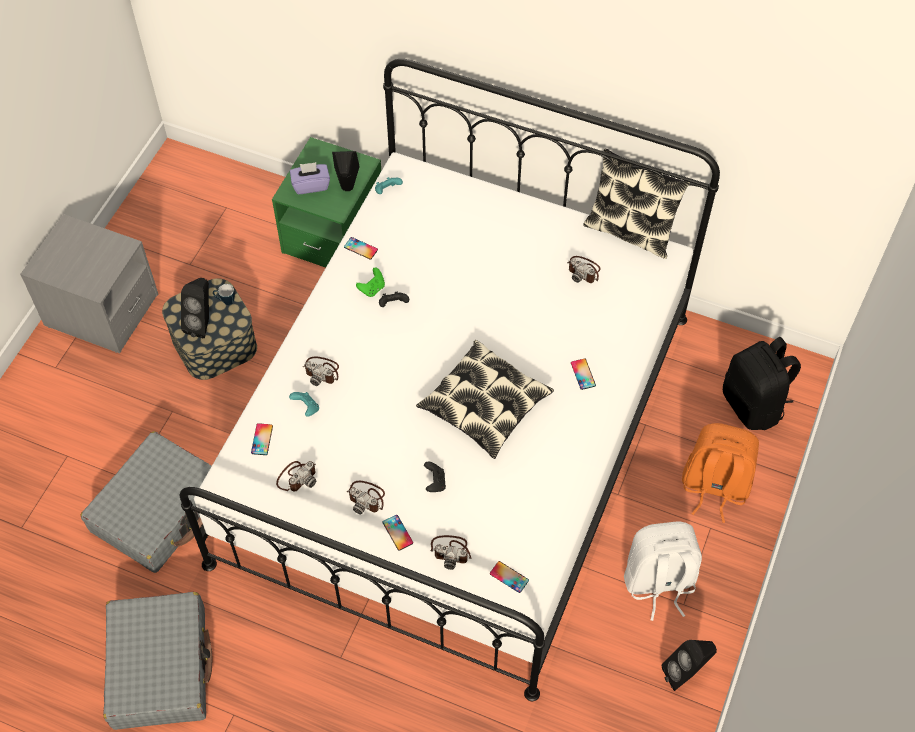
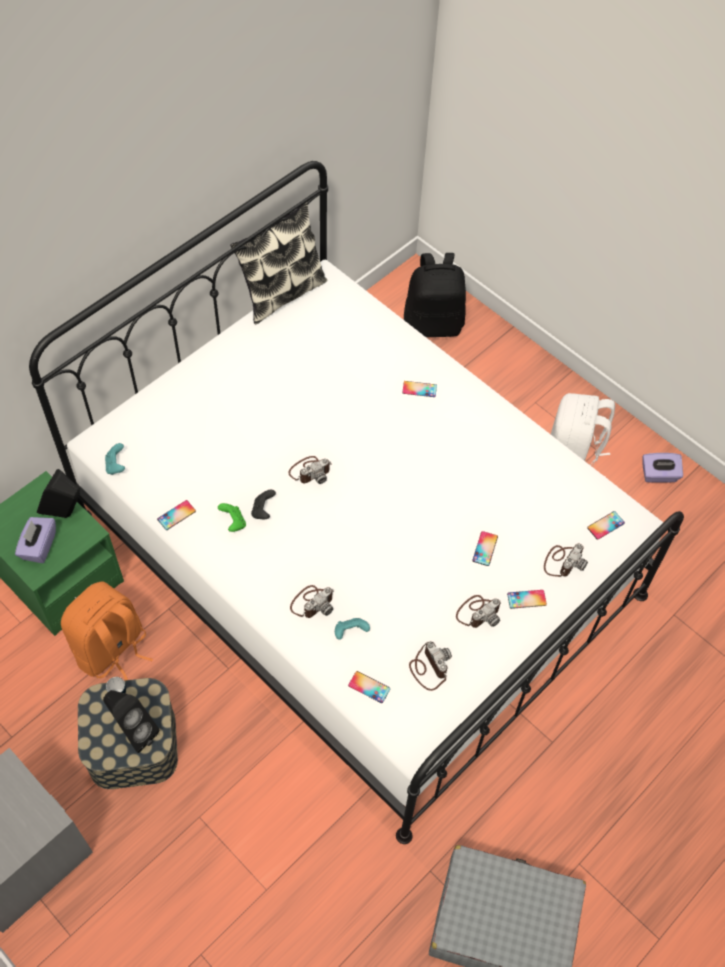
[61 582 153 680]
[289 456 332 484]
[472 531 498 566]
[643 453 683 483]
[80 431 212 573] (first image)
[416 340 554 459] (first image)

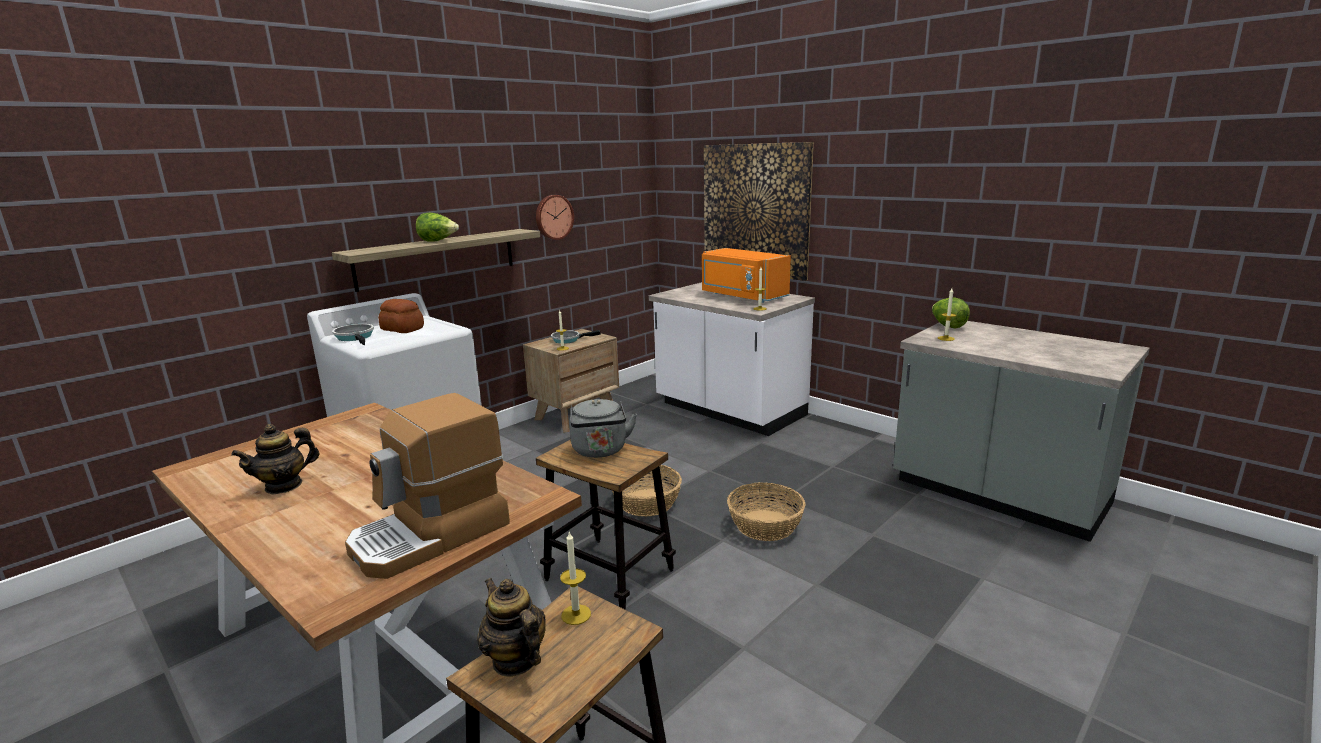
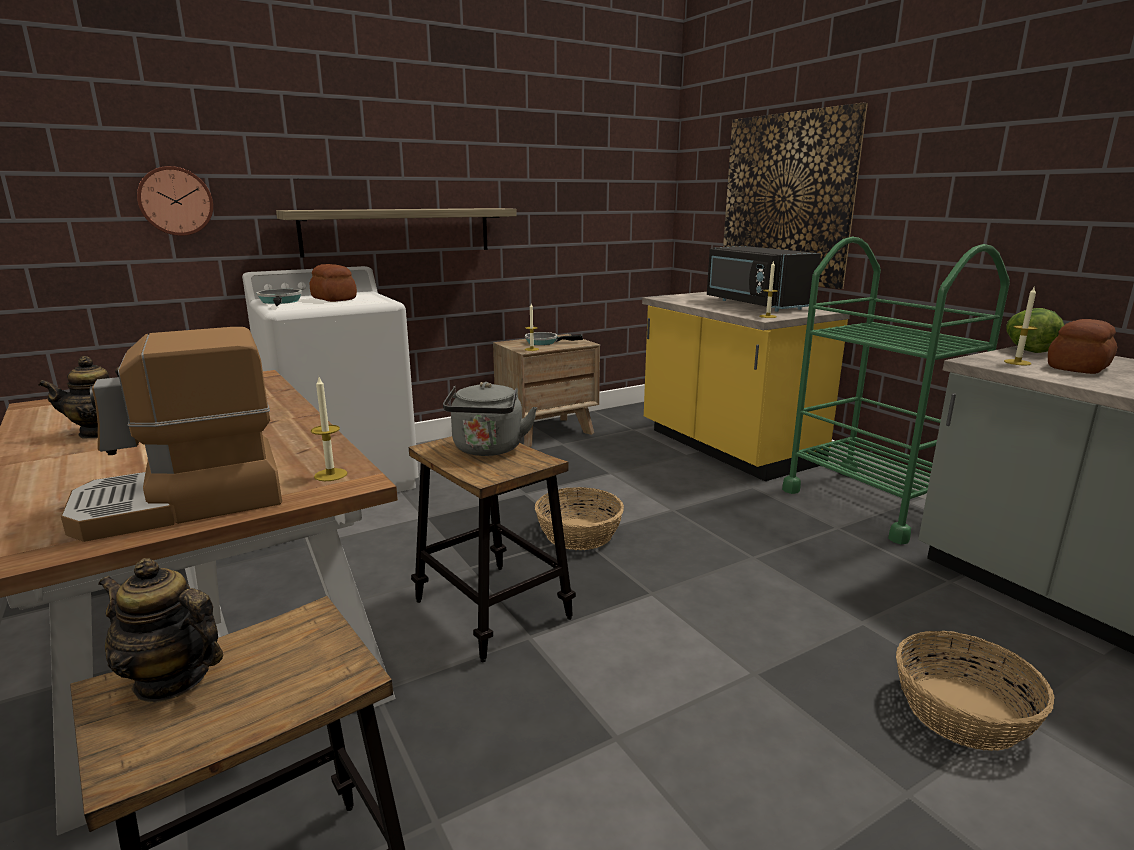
[98 558 223 702]
[137 166 213 236]
[311 377 347 481]
[642 292 850 481]
[707 246 821 312]
[782 236 1010 544]
[896 631 1055 751]
[1048 319 1117 374]
[416 213 459 242] (first image)

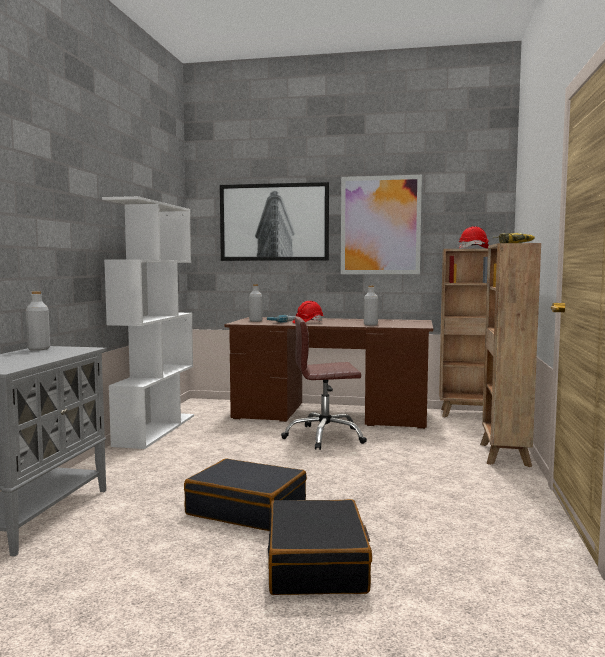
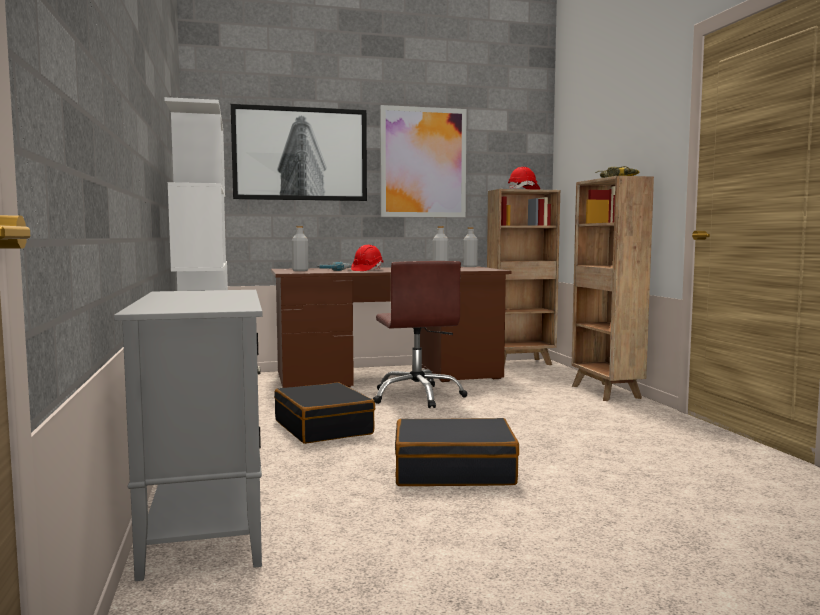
[274 382 375 444]
[373 261 467 408]
[463 227 478 267]

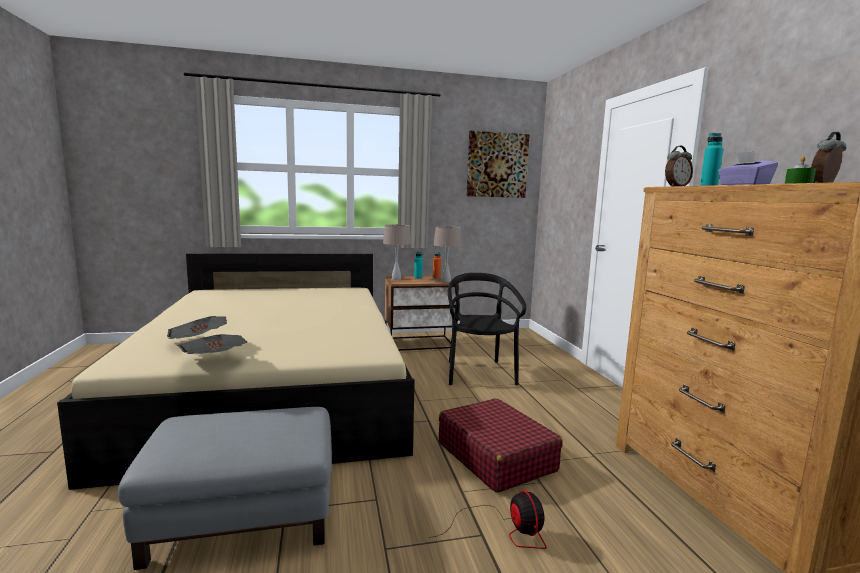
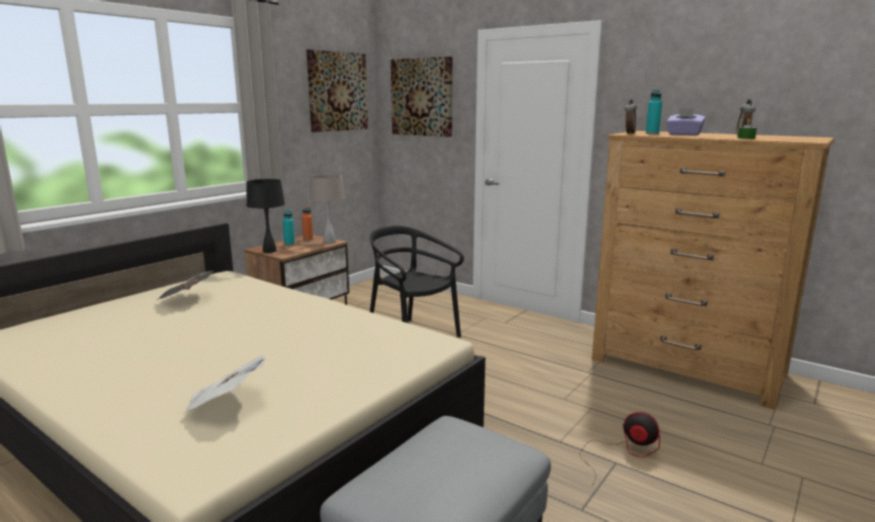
[157 271 214 300]
[246 179 285 253]
[391 57 452 137]
[439 398 563 493] (first image)

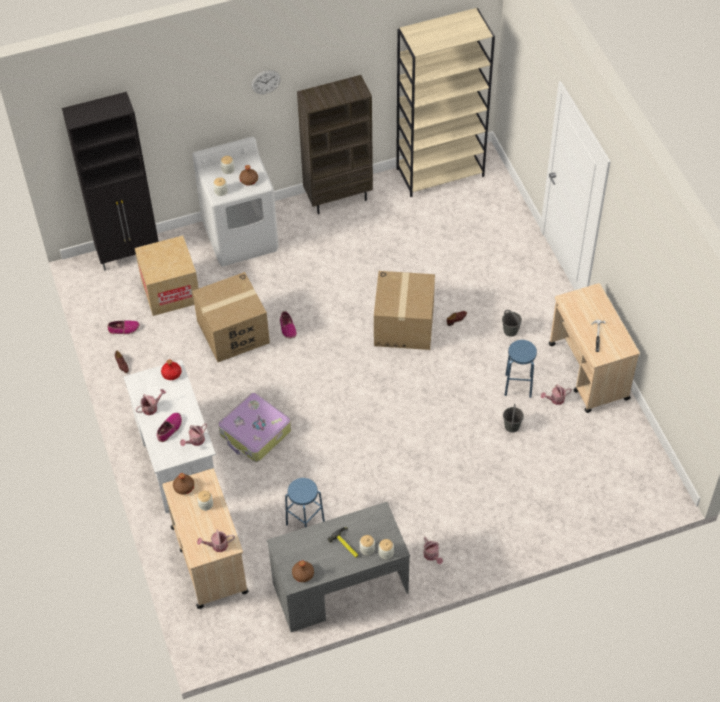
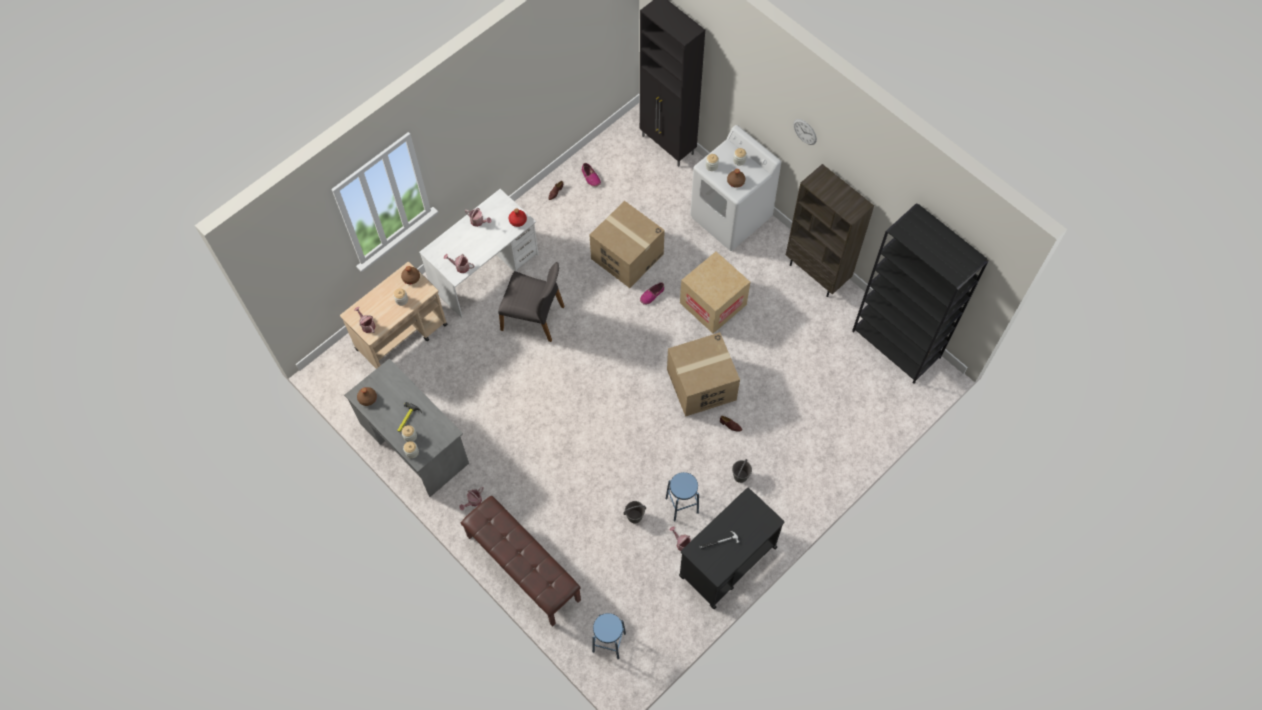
[461 496 581 627]
[498 262 564 342]
[592 613 626 659]
[679 488 785 609]
[680 251 750 333]
[852 203 989 384]
[157 413 182 442] (first image)

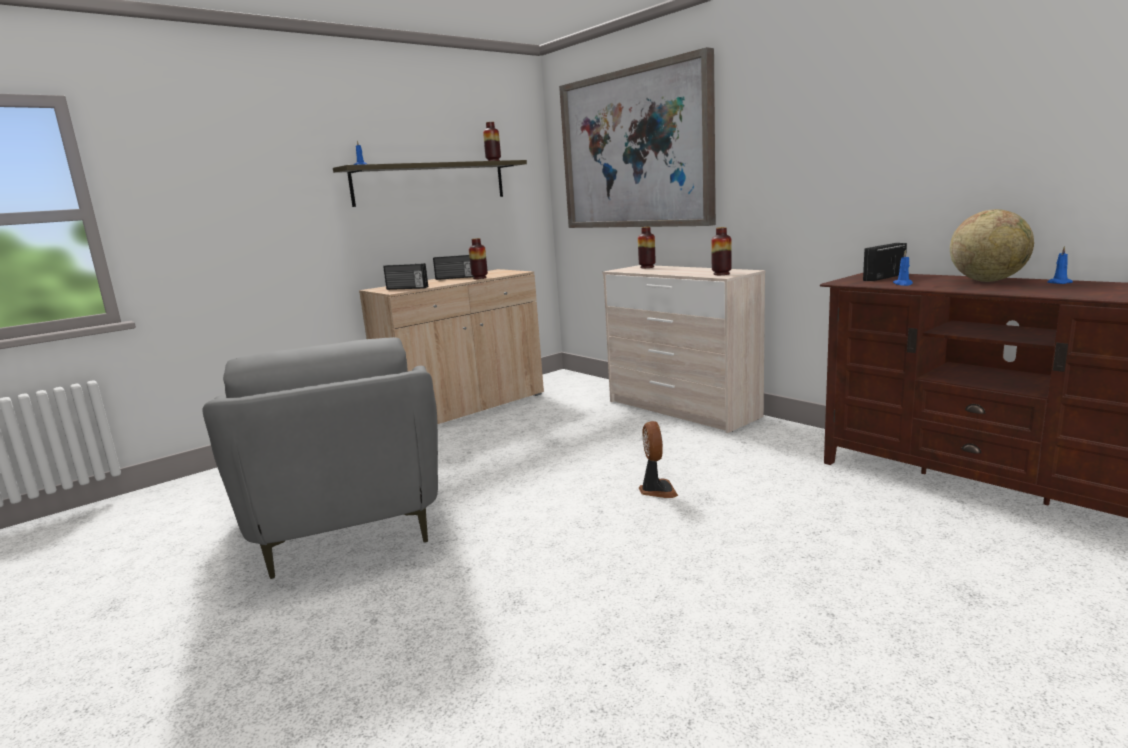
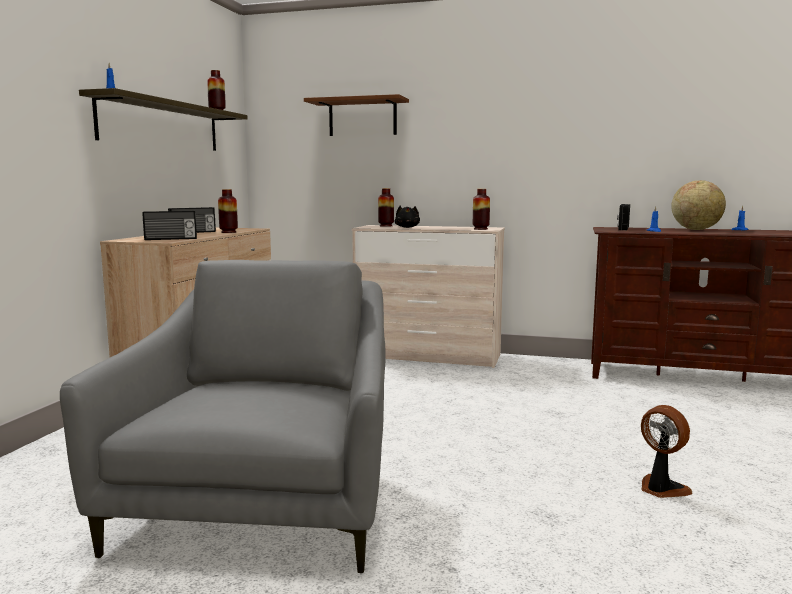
[60 260 386 574]
[304 94 409 136]
[395 206 420 228]
[641 405 693 498]

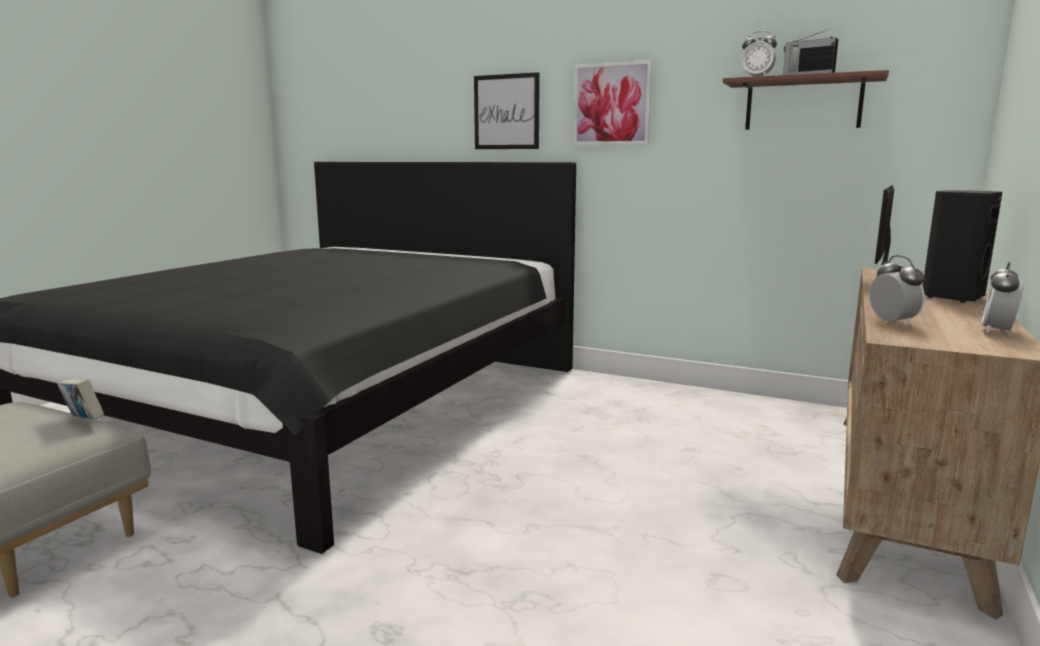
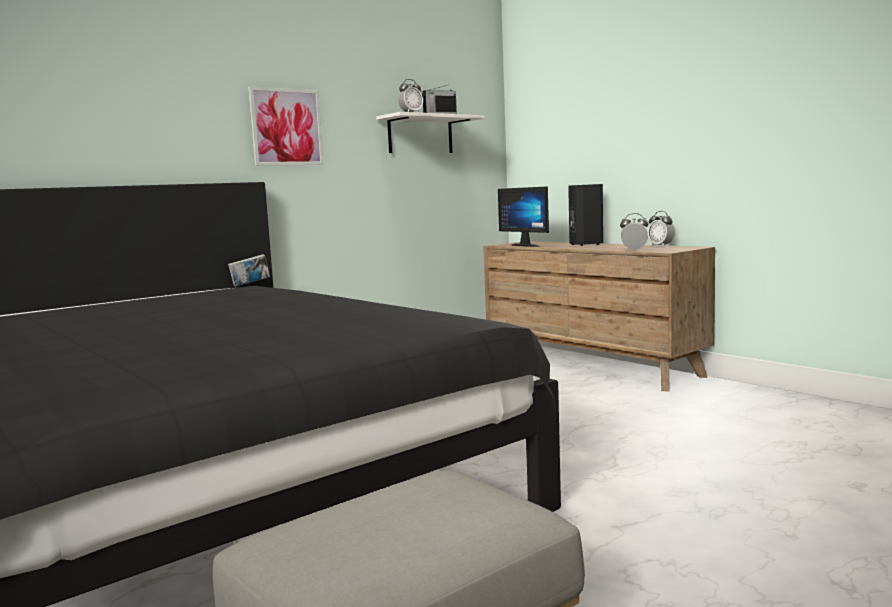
[228 254 270 287]
[376 112 485 153]
[474 72 540 149] (first image)

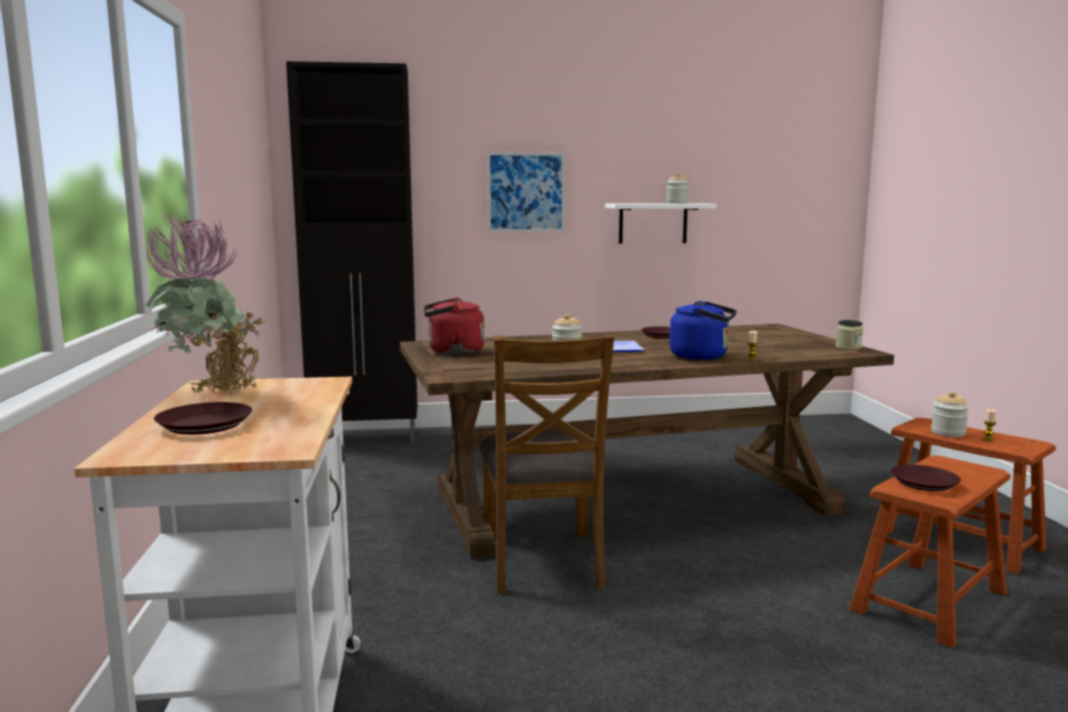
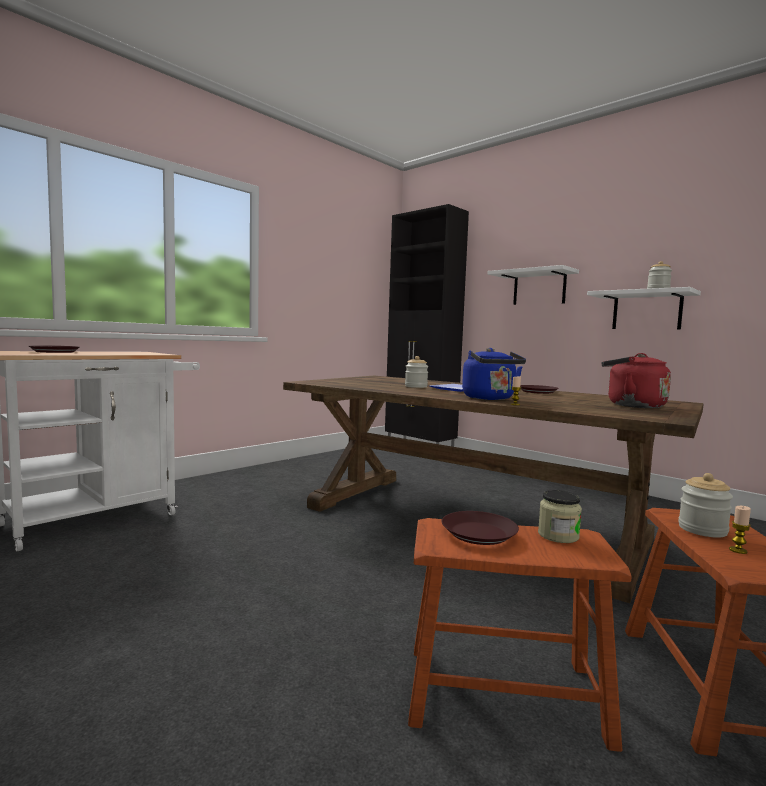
[487 265 579 305]
[538 490 582 543]
[601 353 671 408]
[143 212 265 393] (first image)
[479 333 614 594] (first image)

